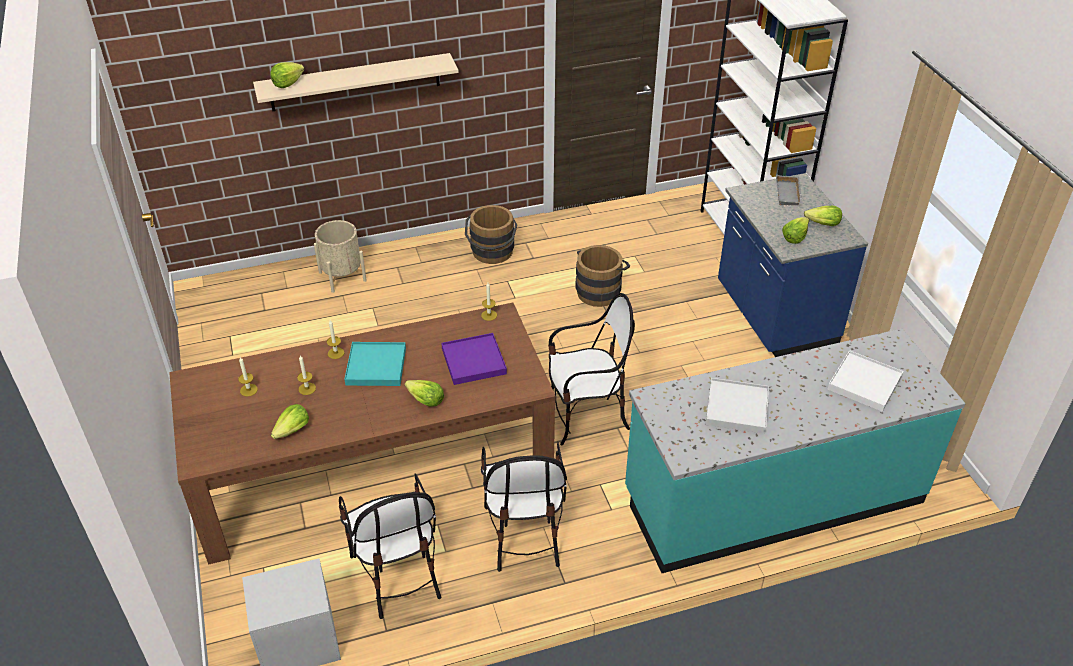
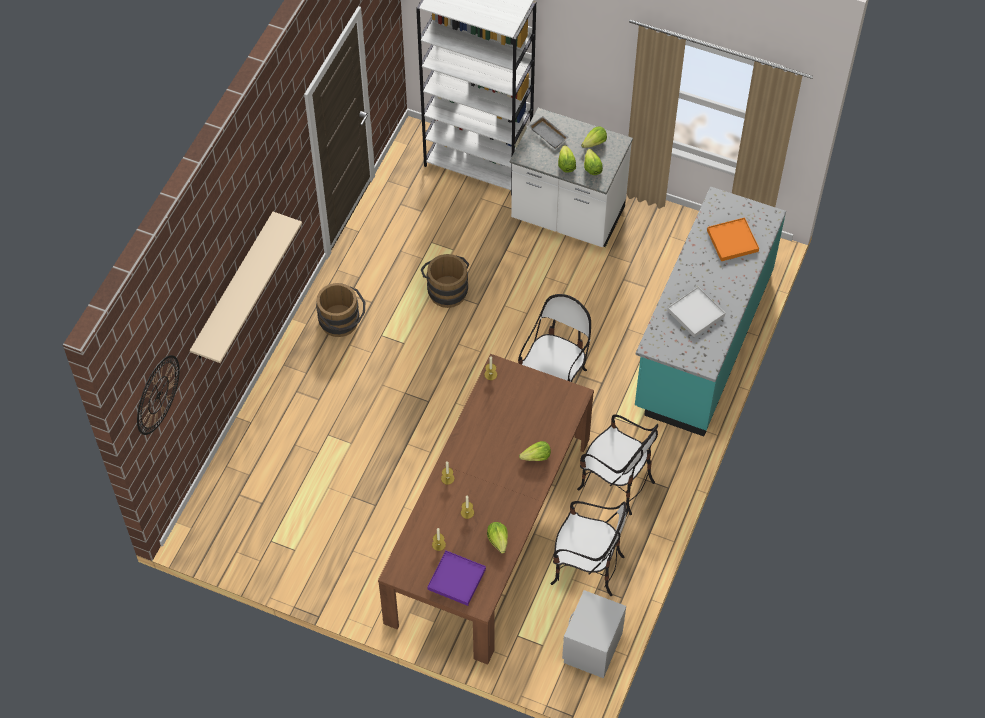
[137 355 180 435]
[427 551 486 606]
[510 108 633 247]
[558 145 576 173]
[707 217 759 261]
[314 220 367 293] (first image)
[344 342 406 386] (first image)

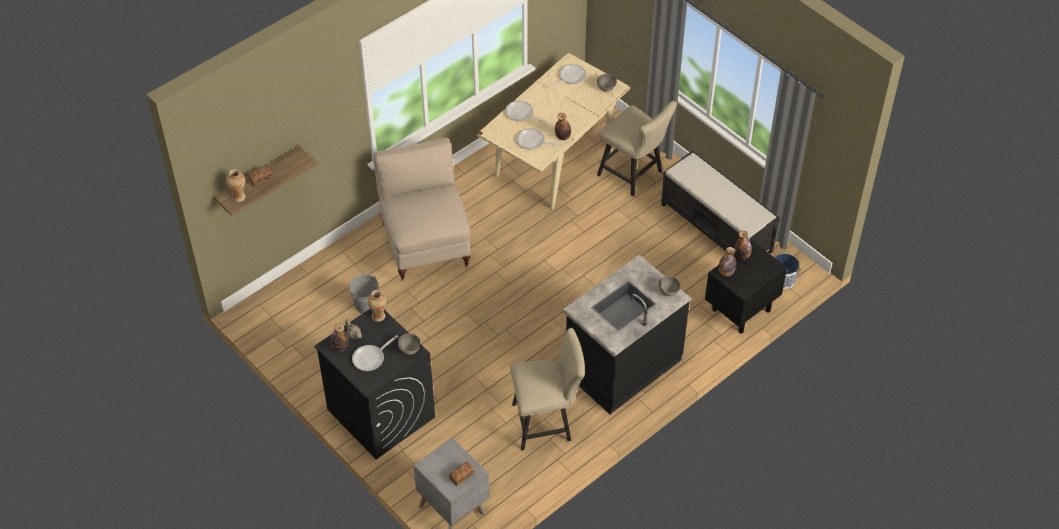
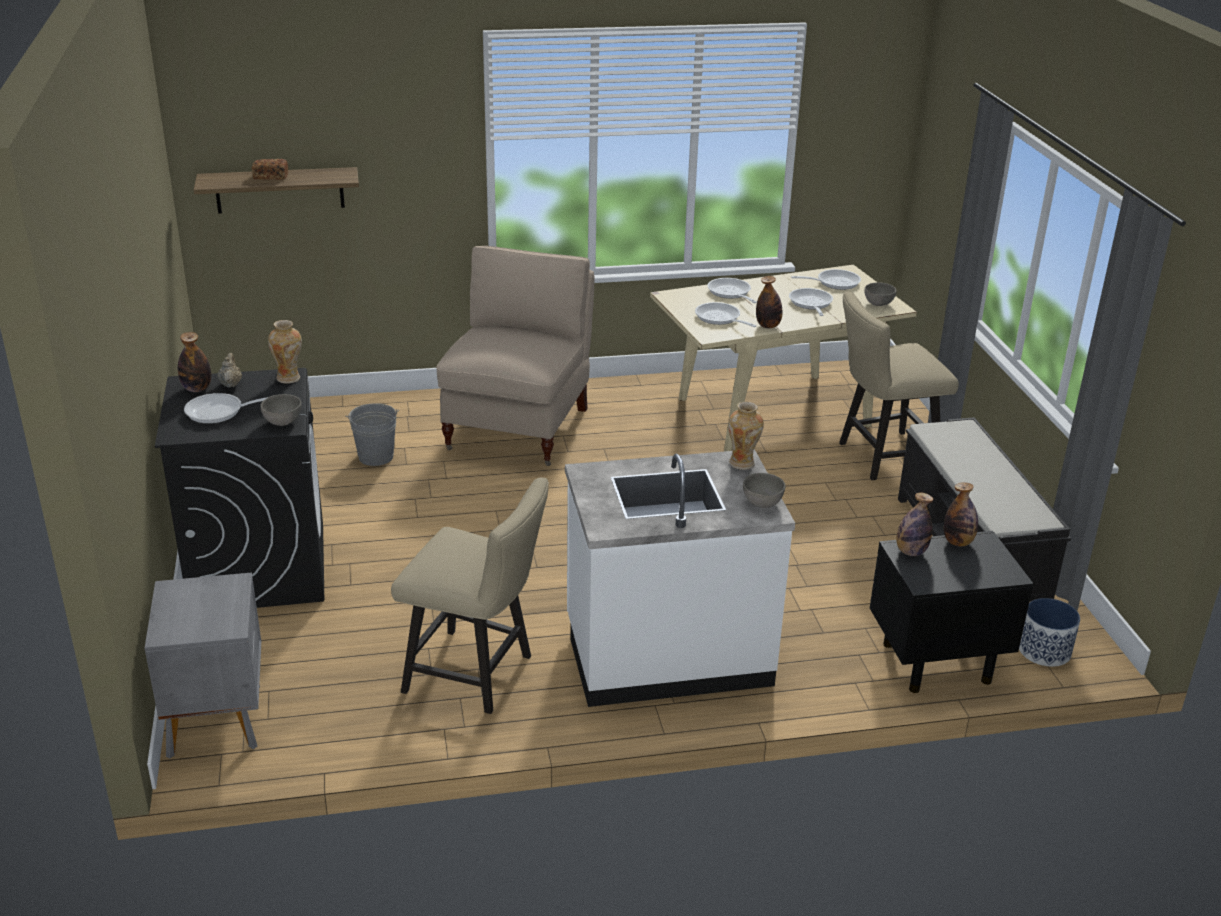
[565 449 795 707]
[728 402 764 470]
[789 288 833 316]
[839 291 959 480]
[449 462 474 486] (first image)

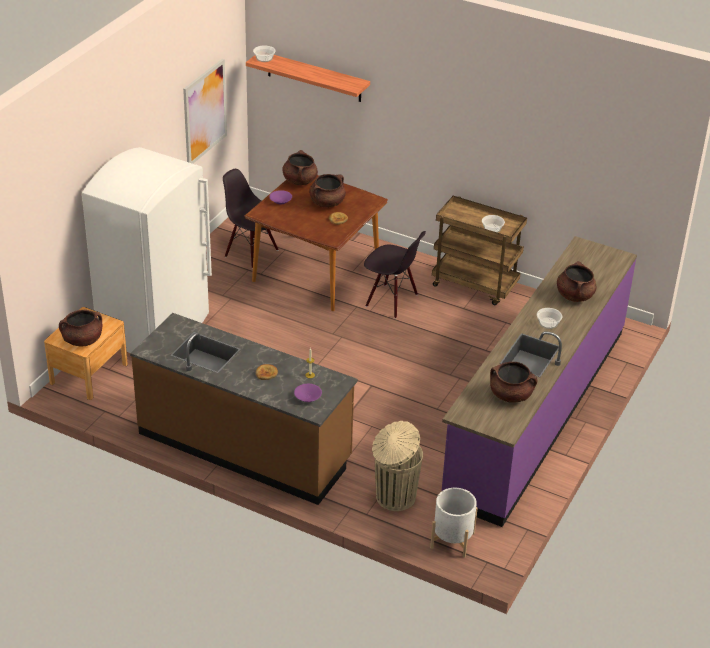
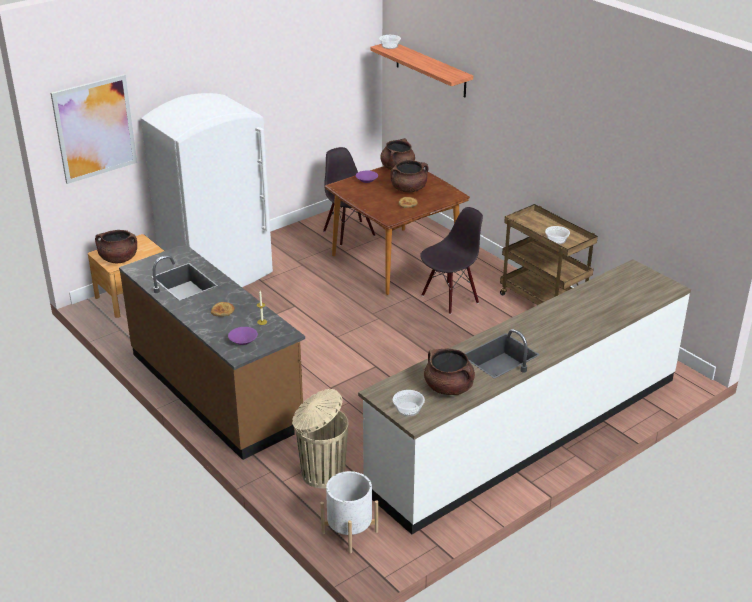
[51 74 137 184]
[358 259 691 534]
[393 390 425 416]
[420 207 483 314]
[557 261 596 302] (first image)

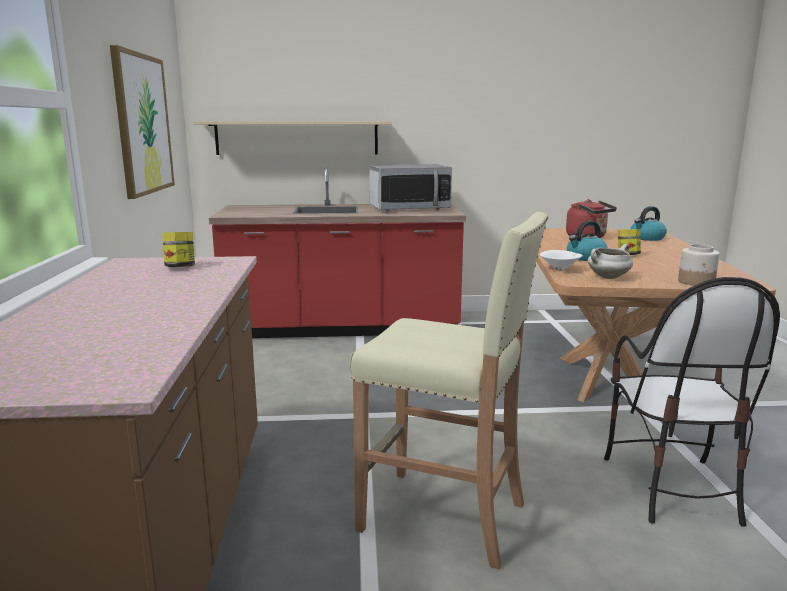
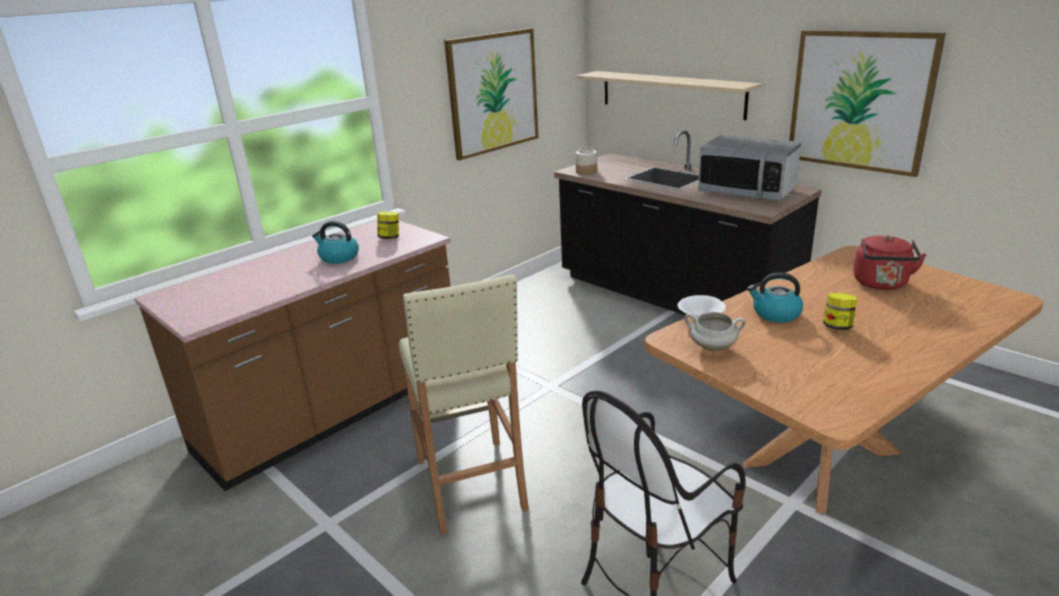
[312 221 359 264]
[554 130 822 315]
[575 147 597 175]
[789 30 946 177]

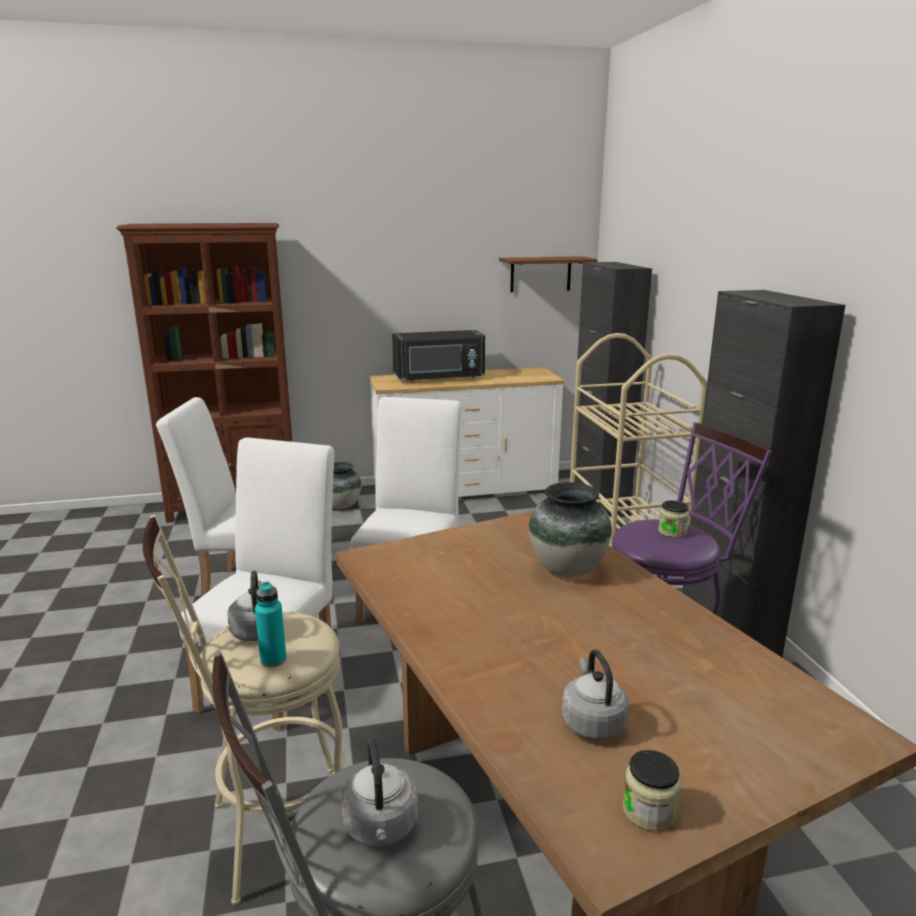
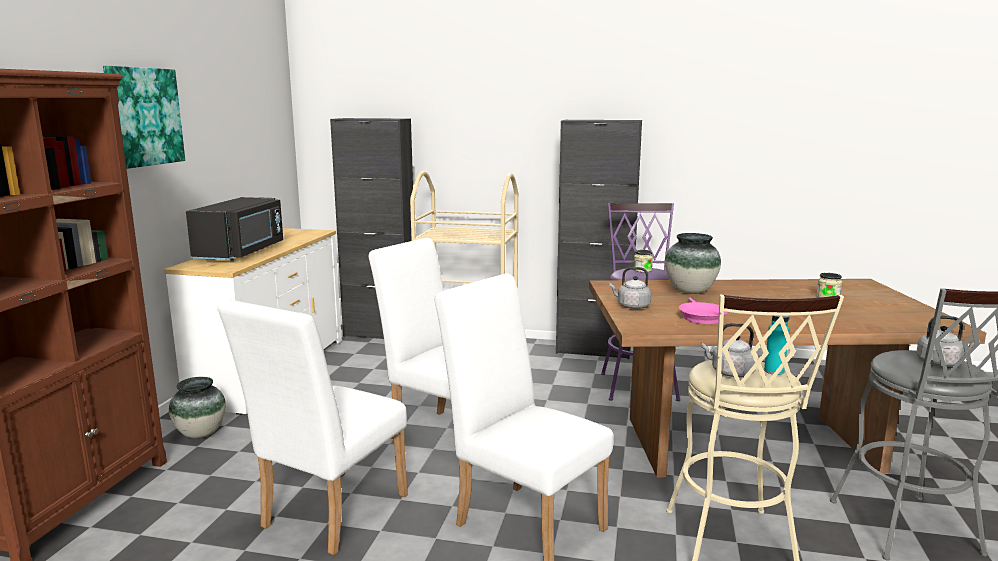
[103 66 185 169]
[609 267 651 309]
[679 297 728 324]
[816 273 842 298]
[499 256 598 292] (first image)

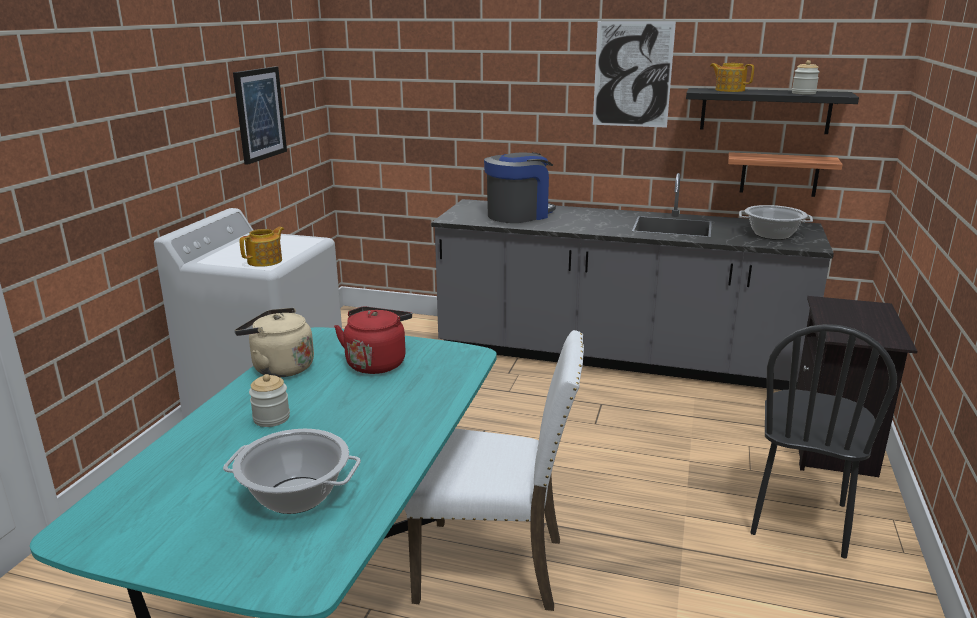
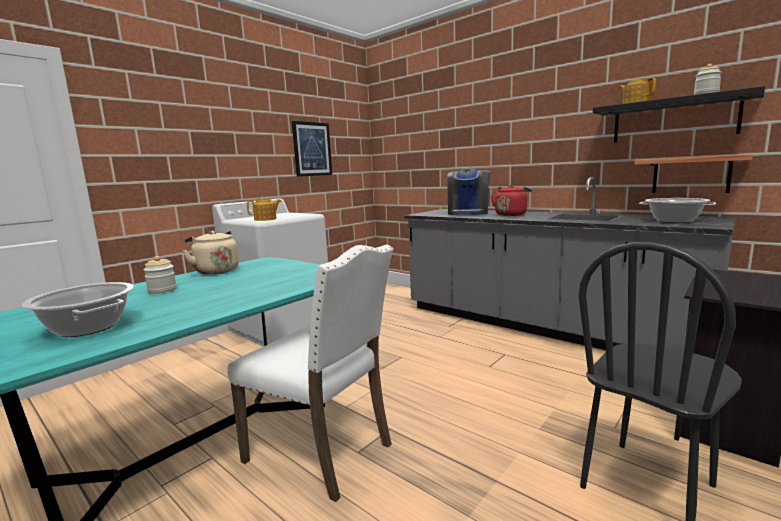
[447 168 490 215]
[491 185 532 216]
[593 21 676 128] (first image)

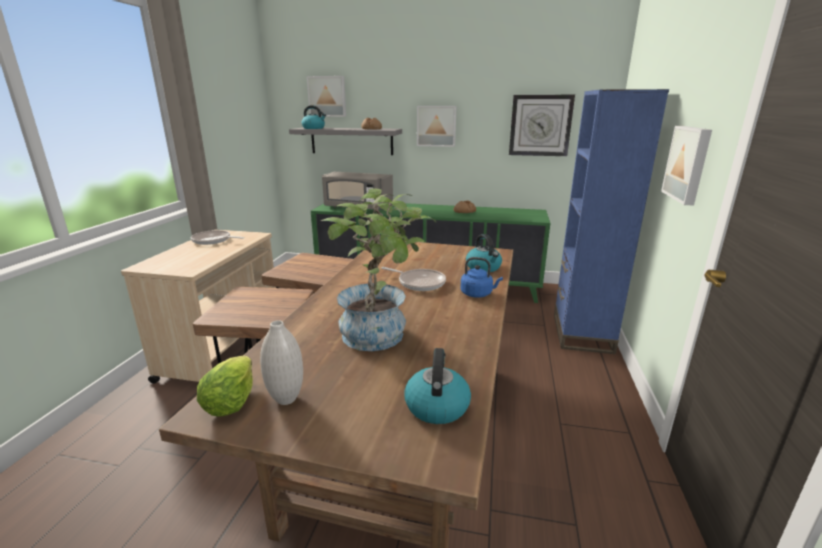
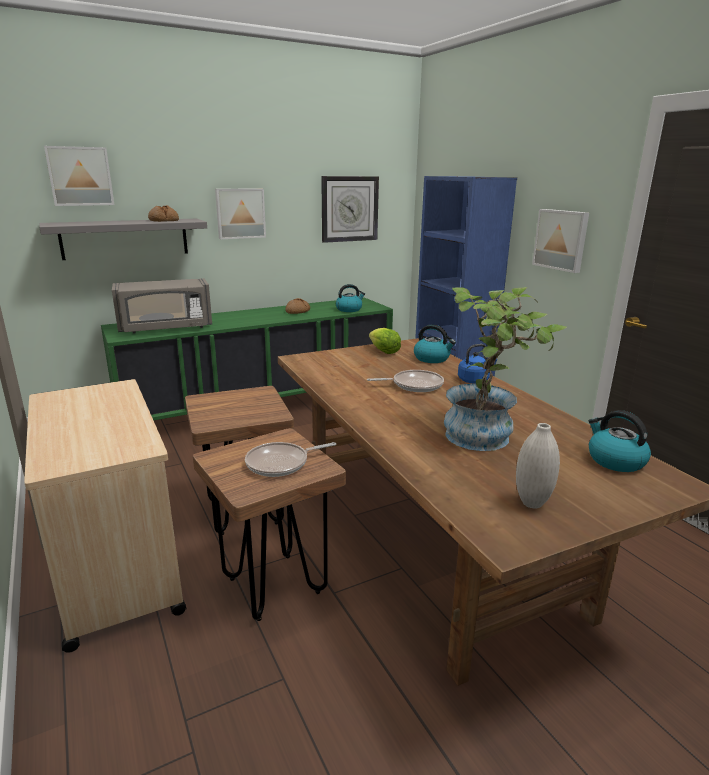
[245 442 336 477]
[336 284 365 312]
[369 328 401 354]

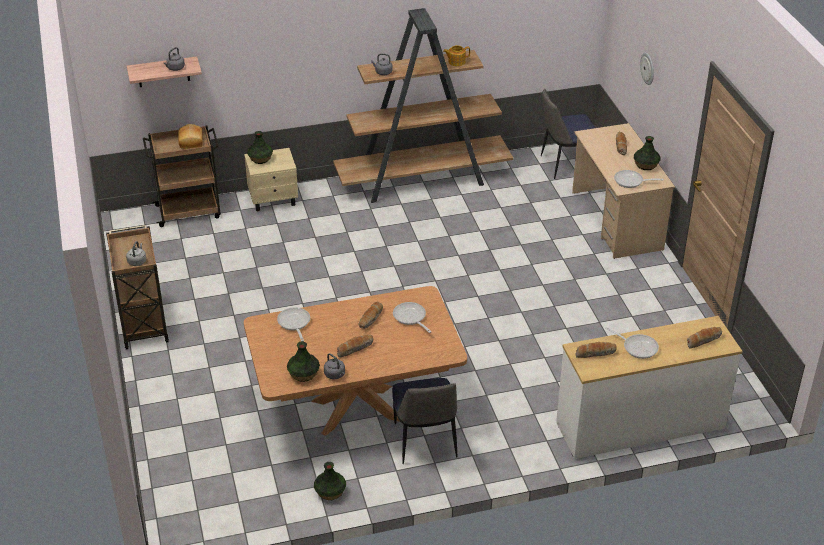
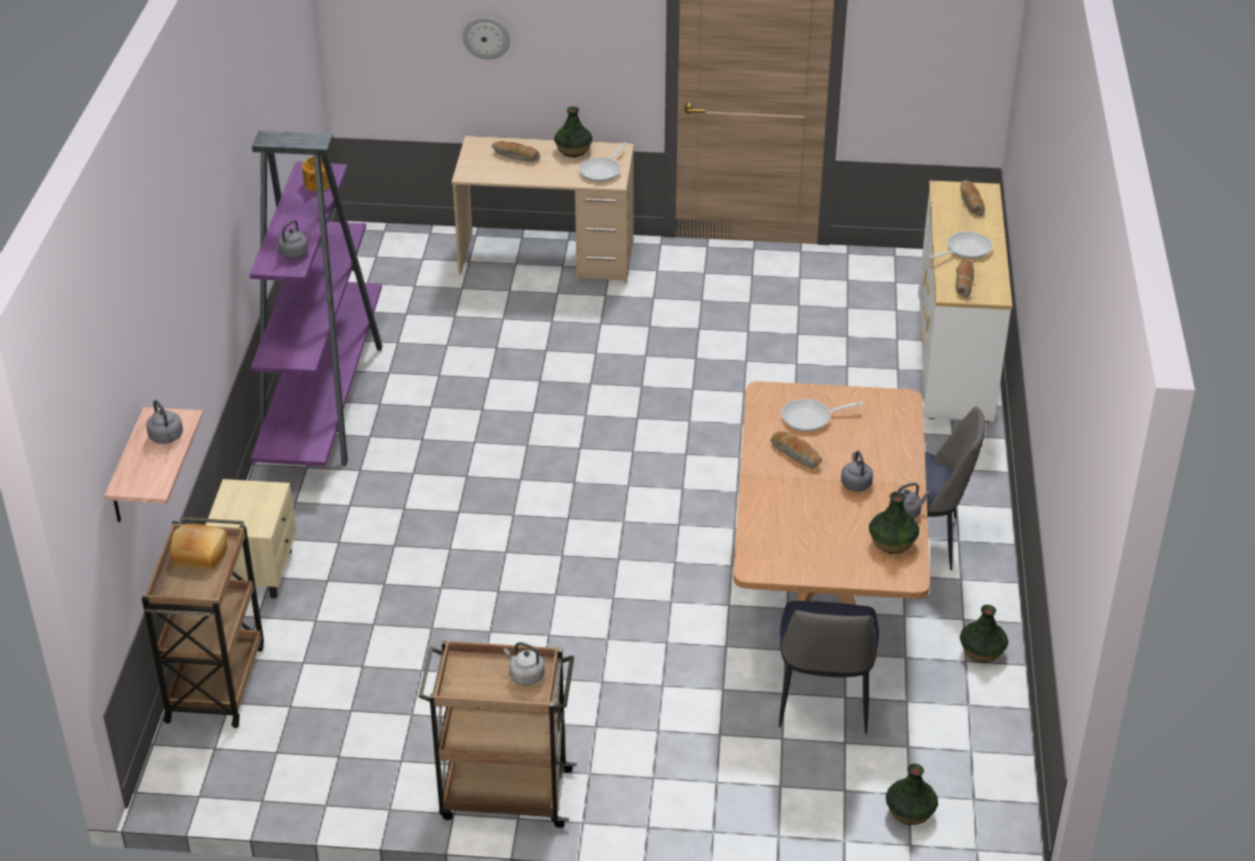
[249 131 382 466]
[779 601 879 734]
[841 451 873 491]
[886 764 938 825]
[277 308 310 341] (first image)

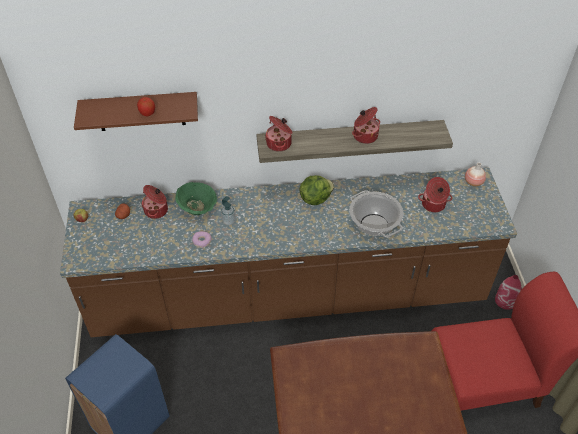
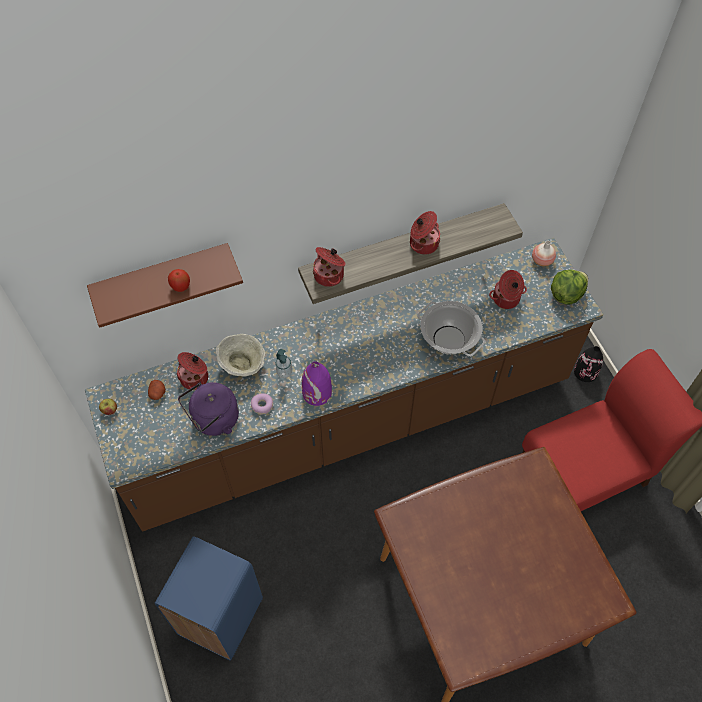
[178 382 239 436]
[216 334 265 376]
[302 361 332 406]
[551 269 588 305]
[574 346 603 382]

